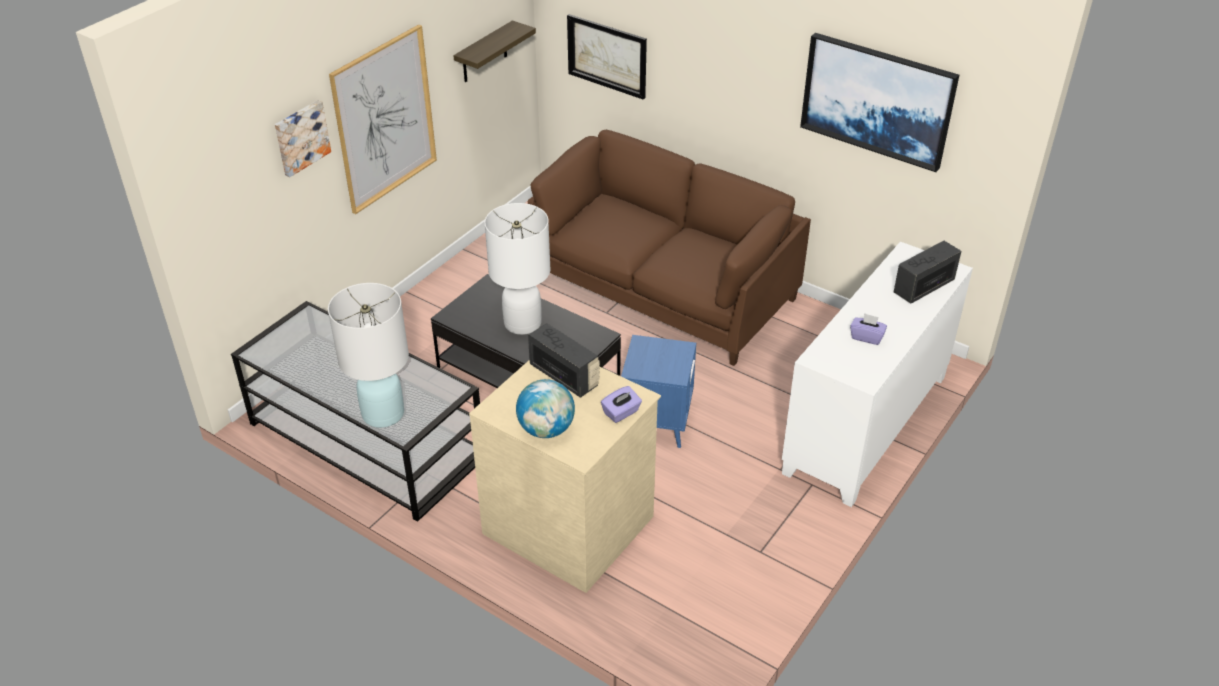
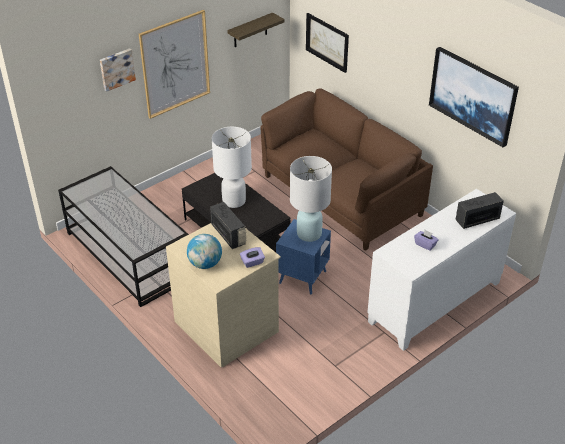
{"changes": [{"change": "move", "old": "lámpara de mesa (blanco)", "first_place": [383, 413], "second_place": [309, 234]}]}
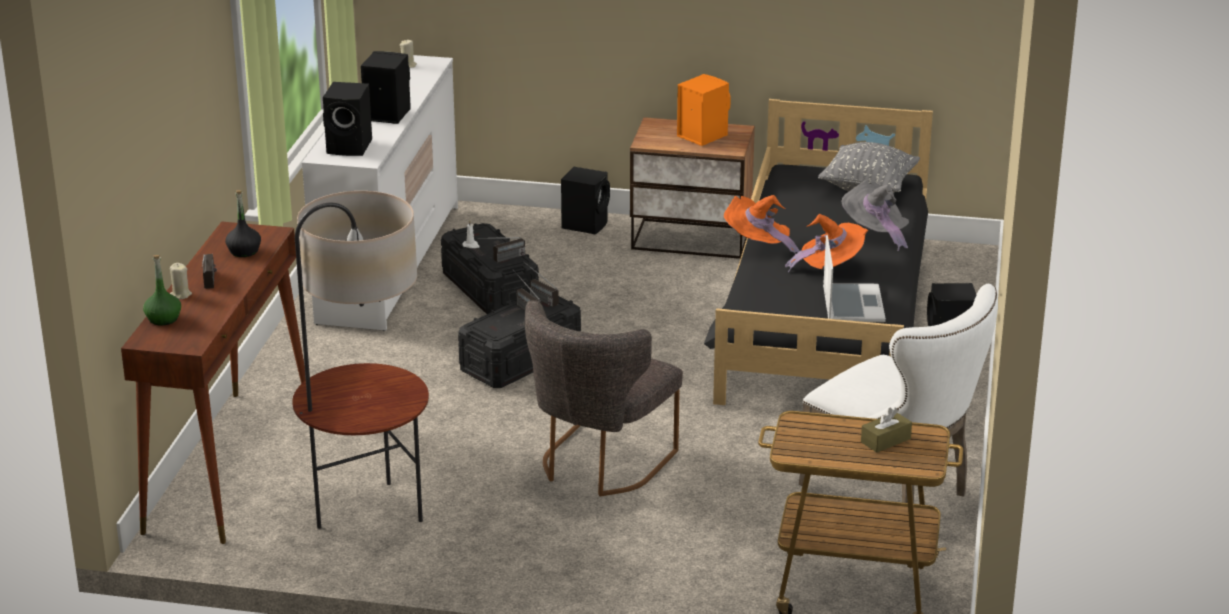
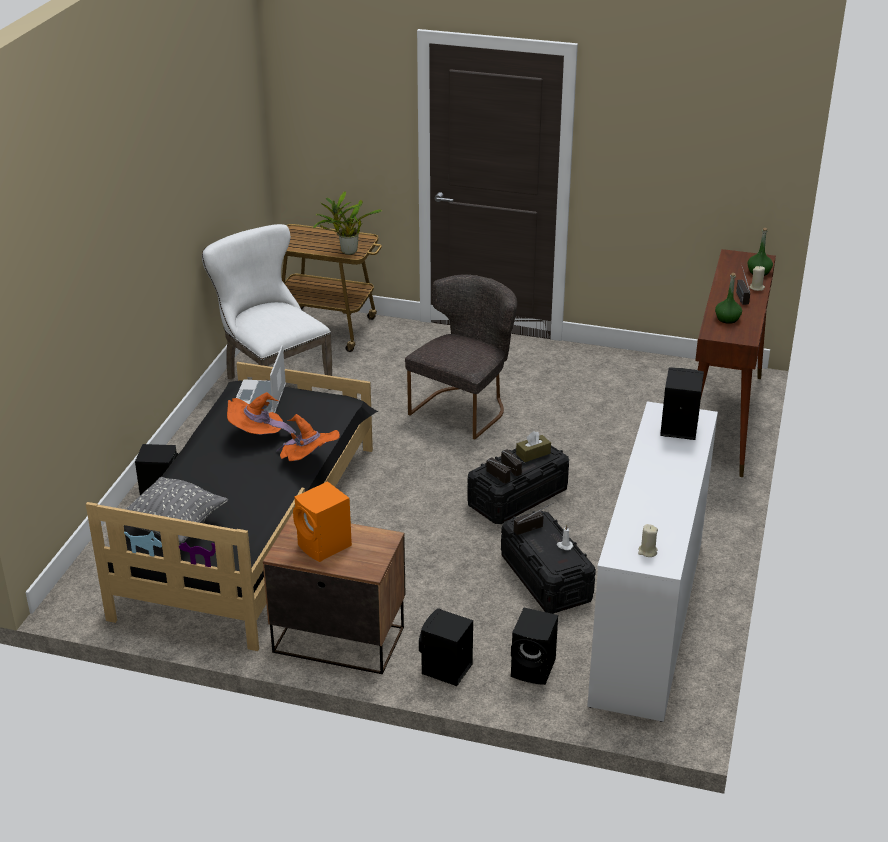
{"changes": [{"change": "insert", "new": "planta en maceta", "second_place": [346, 252]}, {"change": "move", "old": "altavoz (negro)", "first_place": [385, 114], "second_place": [534, 669]}, {"change": "move", "old": "caja de pañuelos (marrón)", "first_place": [885, 440], "second_place": [533, 454]}, {"change": "recolor", "old": "botella (negro)", "new": "botella (verde)", "first_place": [244, 251], "second_place": [727, 319]}, {"change": "delete", "old": "lámpara de pie", "first_place": [367, 513]}, {"change": "delete", "old": "sombrero (gris)", "first_place": [875, 233]}]}
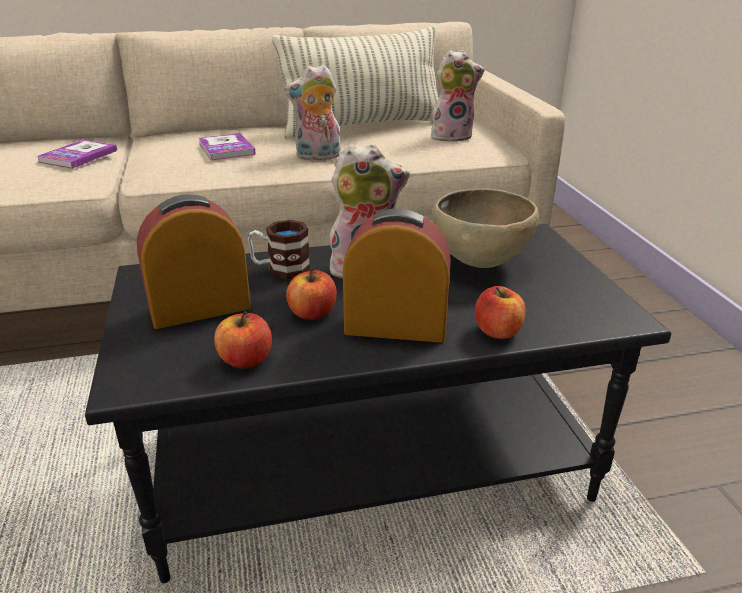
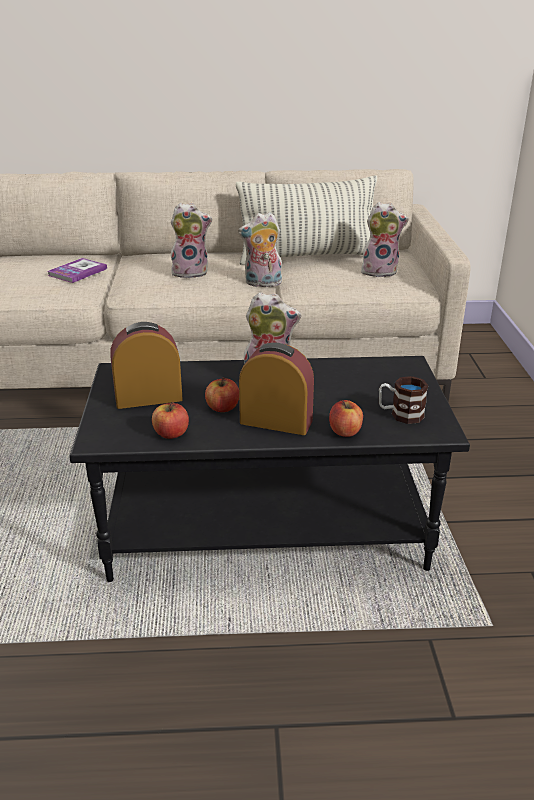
{"changes": [{"change": "replace", "old": "libro", "new": "peluche", "first_place": [226, 149], "second_place": [191, 272]}, {"change": "move", "old": "taza grande", "first_place": [280, 270], "second_place": [400, 414]}, {"change": "delete", "old": "cuenco (marrón)", "first_place": [481, 263]}]}
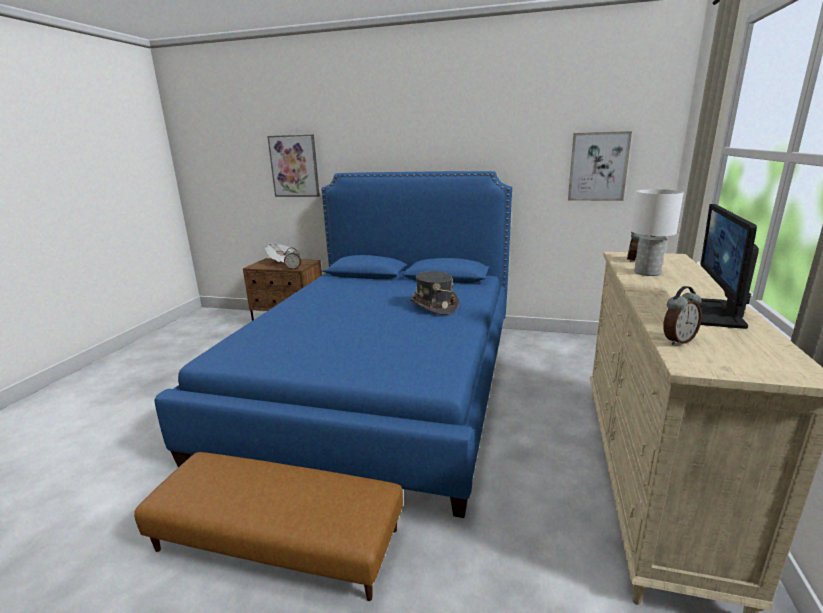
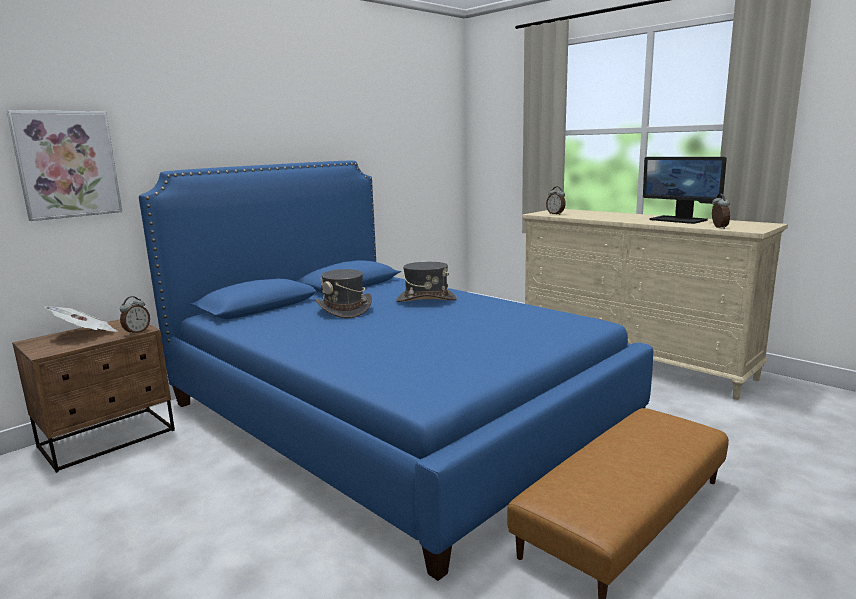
{"changes": [{"change": "insert", "new": "sombrero (gris)", "second_place": [345, 310]}, {"change": "delete", "old": "cuadro", "first_place": [598, 166]}, {"change": "delete", "old": "lámpara de mesa (blanco)", "first_place": [646, 272]}]}
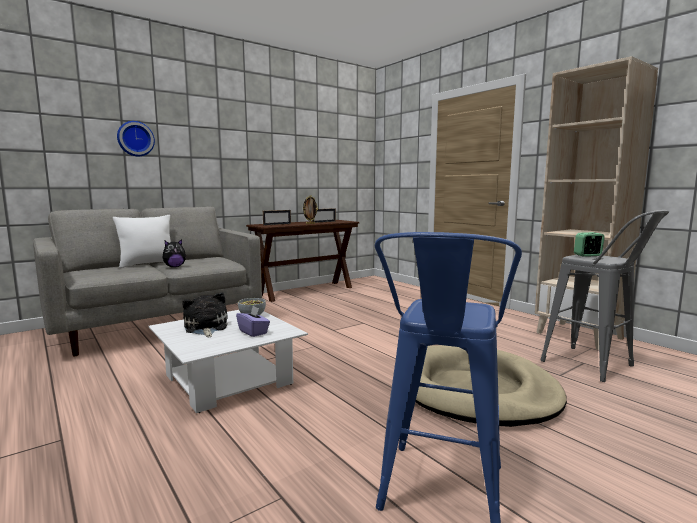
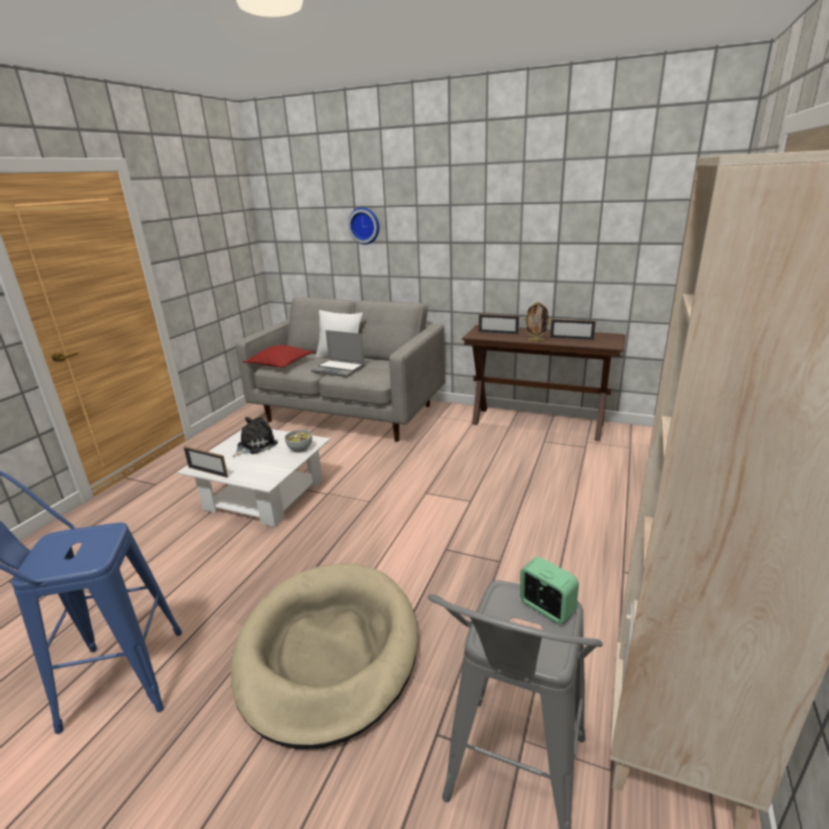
{"changes": [{"change": "insert", "new": "portarretratos", "second_place": [208, 472]}, {"change": "insert", "new": "cojín (rojo)", "second_place": [280, 364]}, {"change": "replace", "old": "peluche", "new": "portátil", "first_place": [174, 267], "second_place": [339, 369]}, {"change": "delete", "old": "caja de pañuelos (morado)", "first_place": [253, 332]}]}
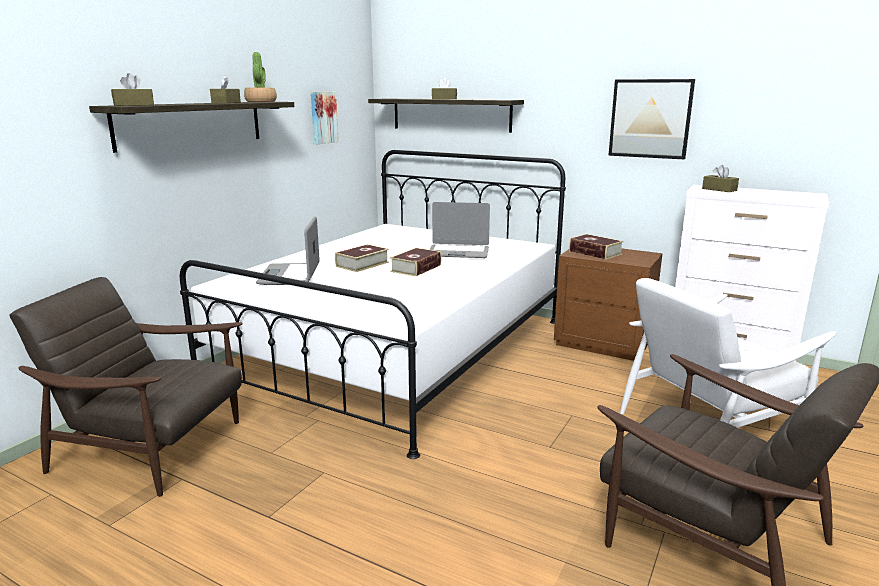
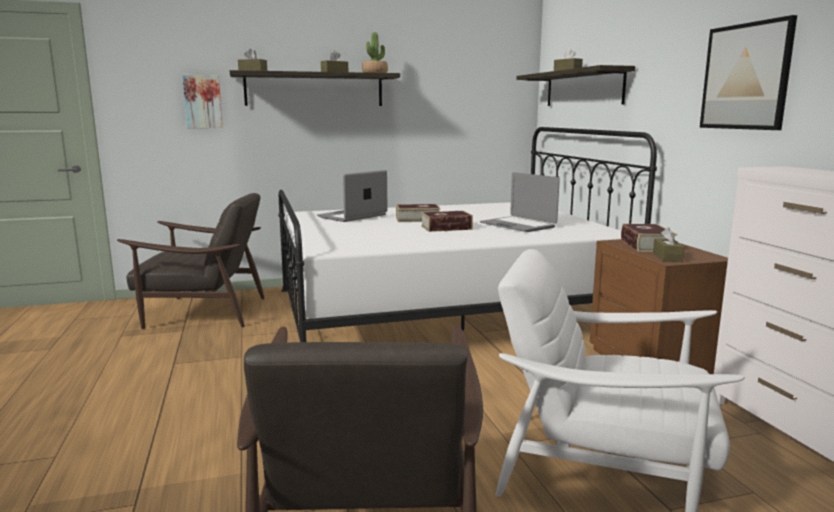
{"changes": [{"change": "rotate", "old": "sillón (marrón)", "first_place": [152, 448], "second_place": [203, 312], "degrees": 120}, {"change": "move", "old": "cuadro", "first_place": [323, 117], "second_place": [203, 101]}, {"change": "move", "old": "caja de pañuelos (marrón)", "first_place": [719, 189], "second_place": [667, 257]}]}
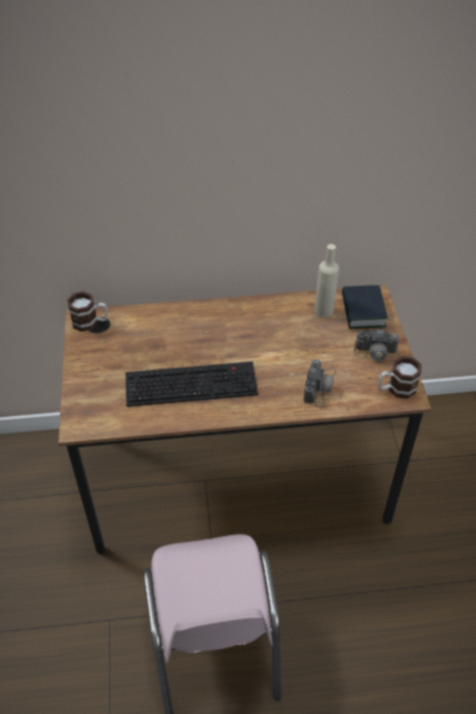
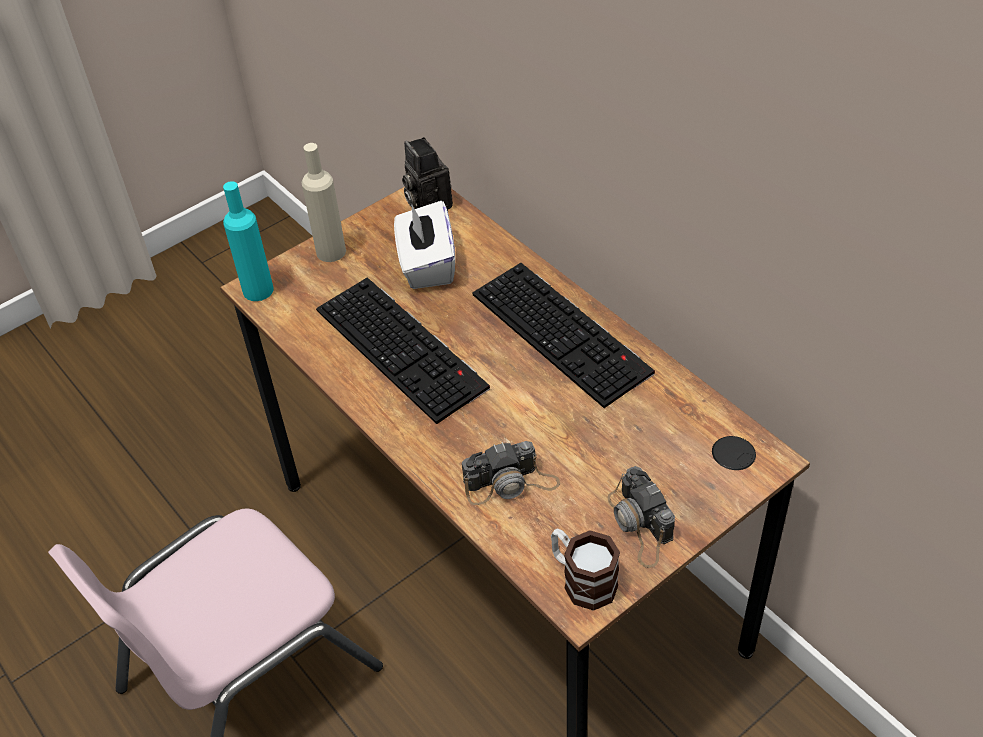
{"changes": [{"change": "insert", "new": "botella (turquesa)", "second_place": [258, 290]}, {"change": "move", "old": "botella (beis)", "first_place": [324, 310], "second_place": [331, 251]}, {"change": "insert", "new": "caja de pañuelos (blanco)", "second_place": [427, 265]}, {"change": "replace", "old": "taza grande", "new": "cámara", "first_place": [90, 322], "second_place": [427, 203]}, {"change": "insert", "new": "teclado", "second_place": [564, 333]}, {"change": "delete", "old": "libro", "first_place": [363, 311]}]}
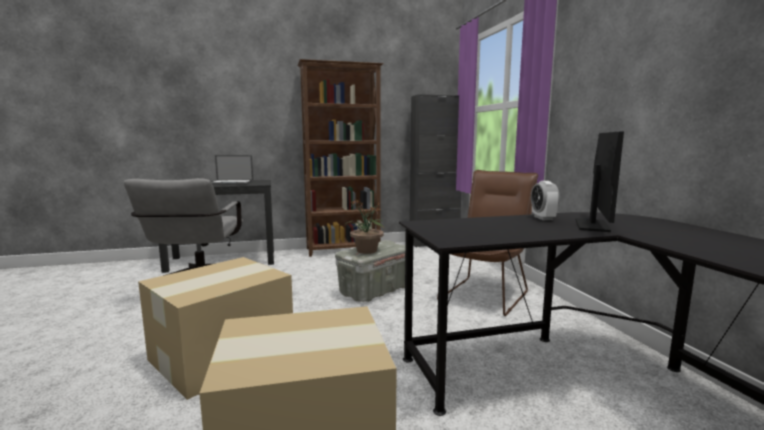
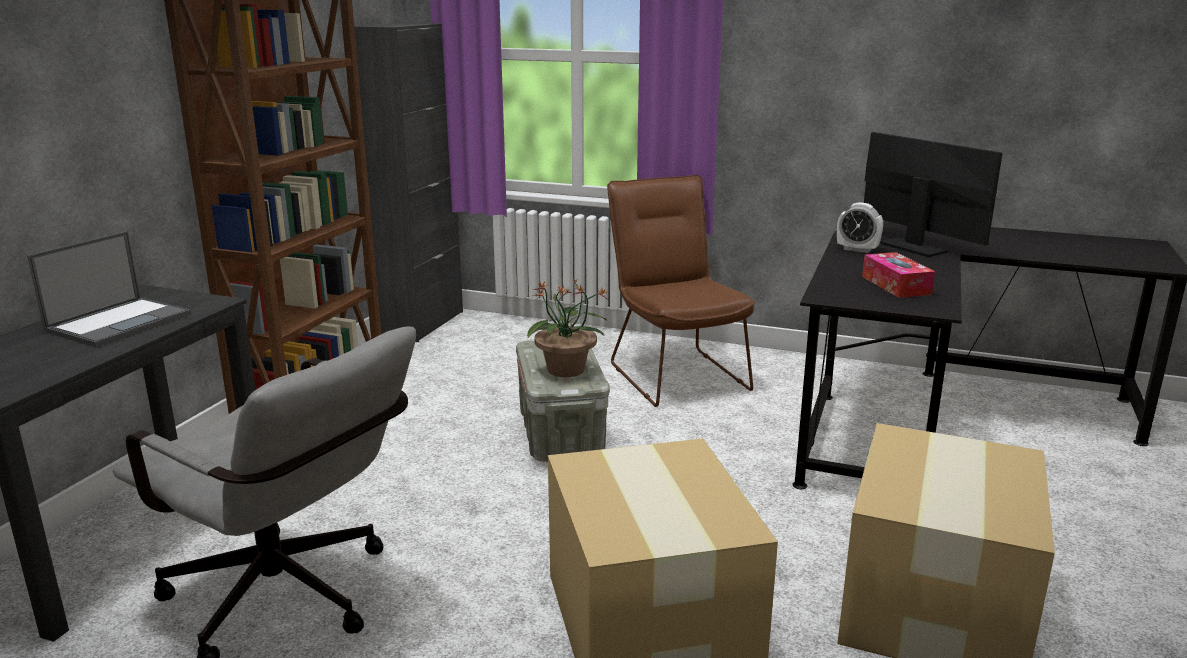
{"changes": [{"change": "insert", "new": "caja de pañuelos", "second_place": [895, 285]}]}
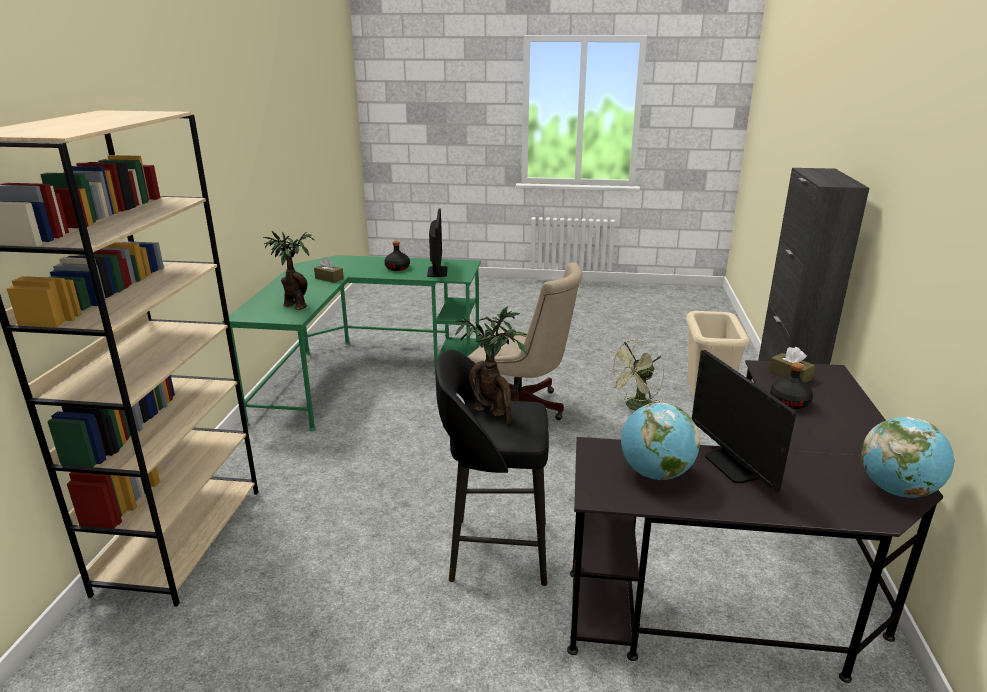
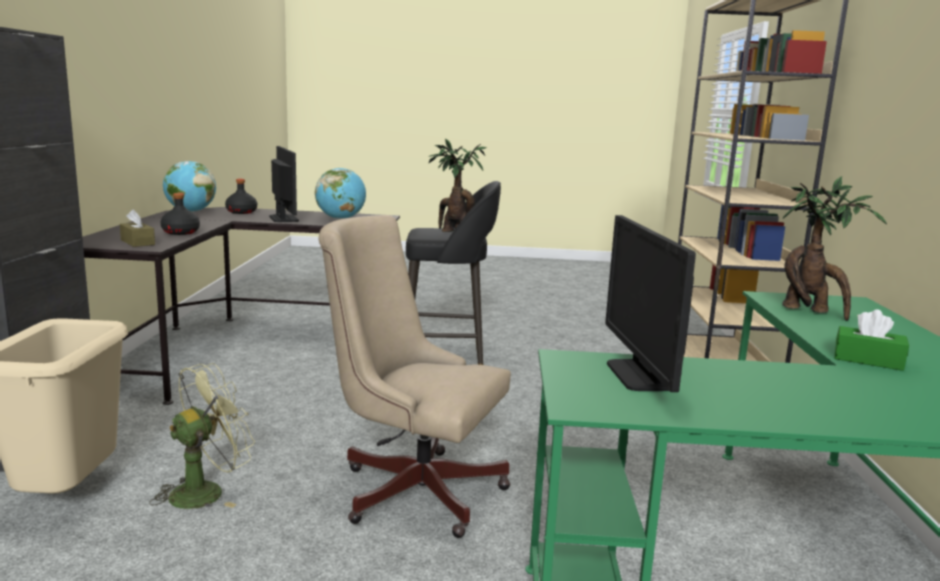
{"changes": [{"change": "move", "old": "botella (negro)", "first_place": [397, 268], "second_place": [241, 212]}, {"change": "recolor", "old": "caja de pañuelos (marrón)", "new": "caja de pañuelos (verde)", "first_place": [329, 278], "second_place": [868, 360]}]}
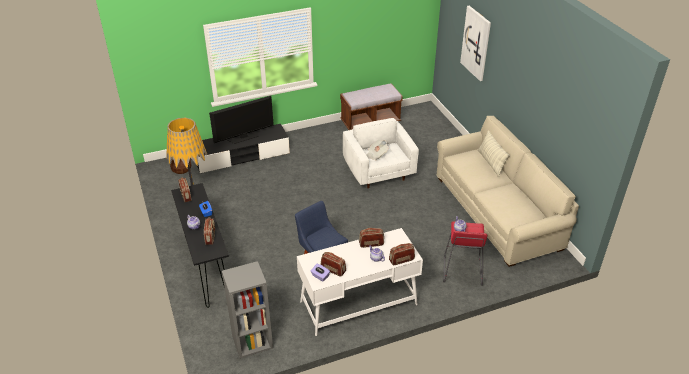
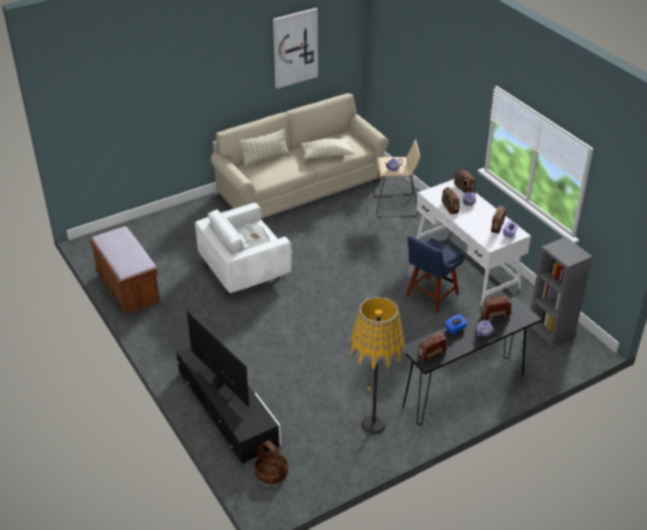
{"changes": [{"change": "move", "old": "cuadro", "first_place": [476, 43], "second_place": [295, 47]}, {"change": "insert", "new": "cojín", "second_place": [326, 155]}, {"change": "recolor", "old": "taburete (rojo)", "new": "taburete (beis)", "first_place": [462, 270], "second_place": [395, 206]}]}
